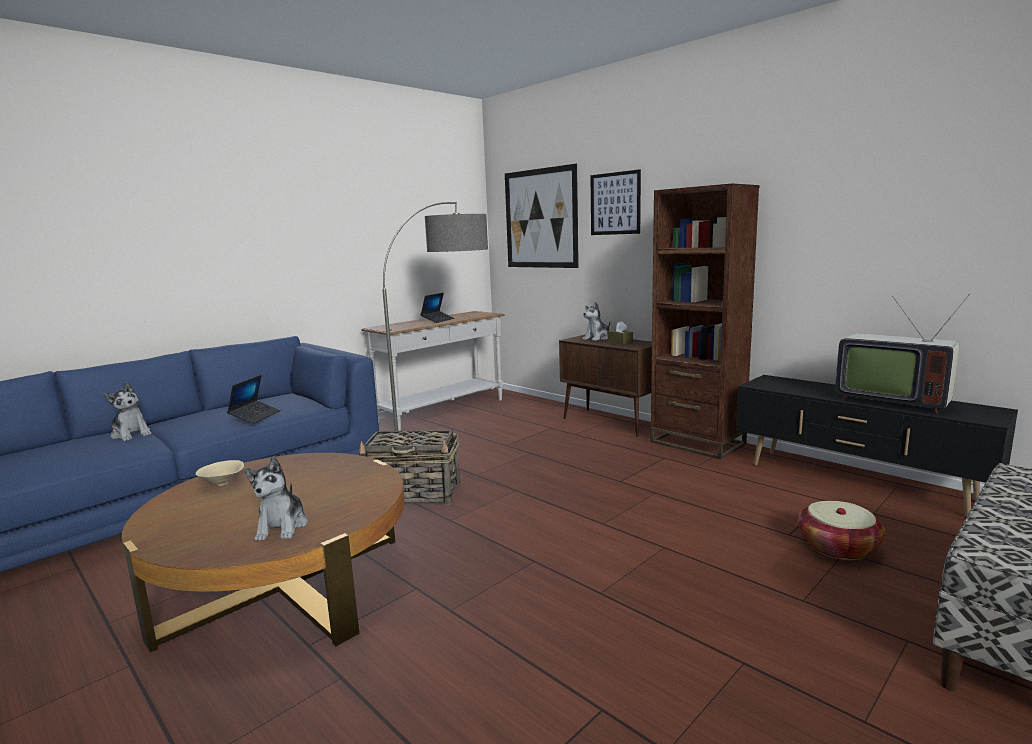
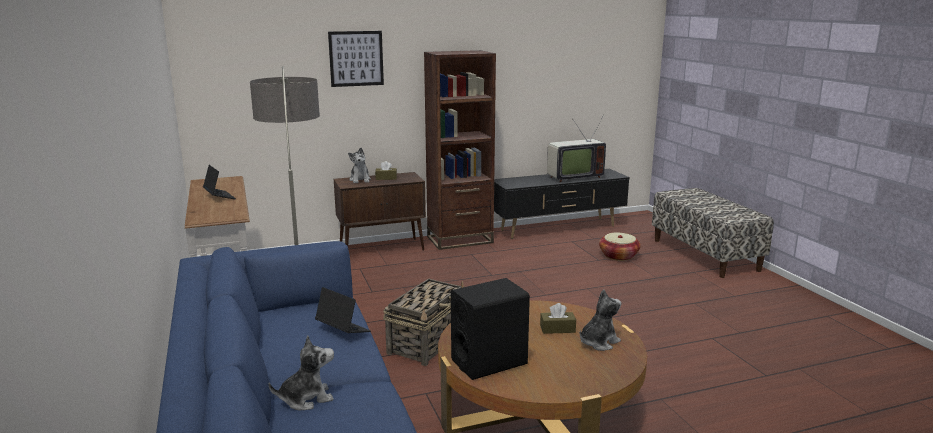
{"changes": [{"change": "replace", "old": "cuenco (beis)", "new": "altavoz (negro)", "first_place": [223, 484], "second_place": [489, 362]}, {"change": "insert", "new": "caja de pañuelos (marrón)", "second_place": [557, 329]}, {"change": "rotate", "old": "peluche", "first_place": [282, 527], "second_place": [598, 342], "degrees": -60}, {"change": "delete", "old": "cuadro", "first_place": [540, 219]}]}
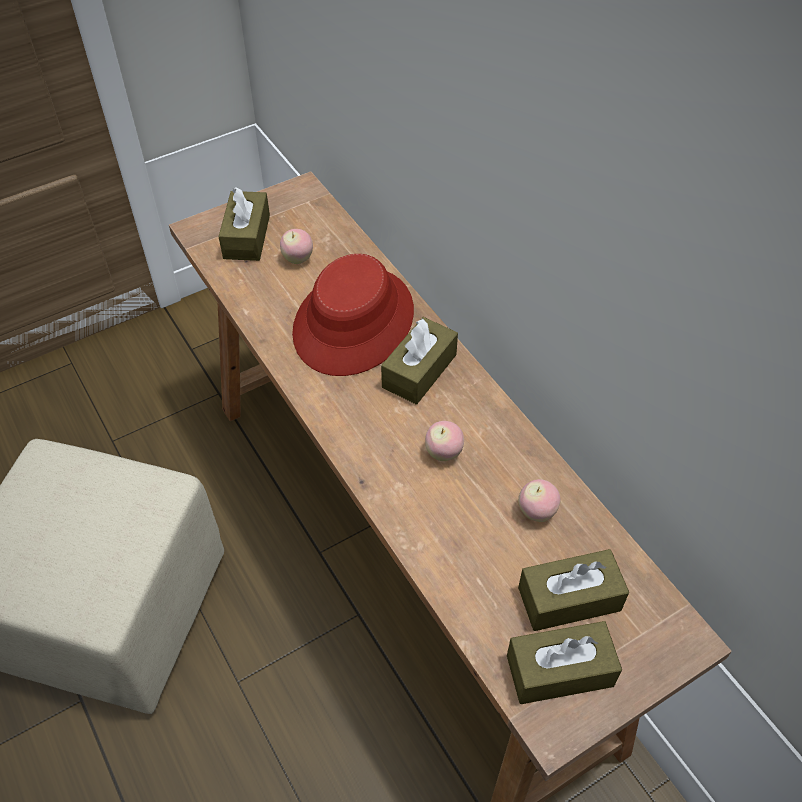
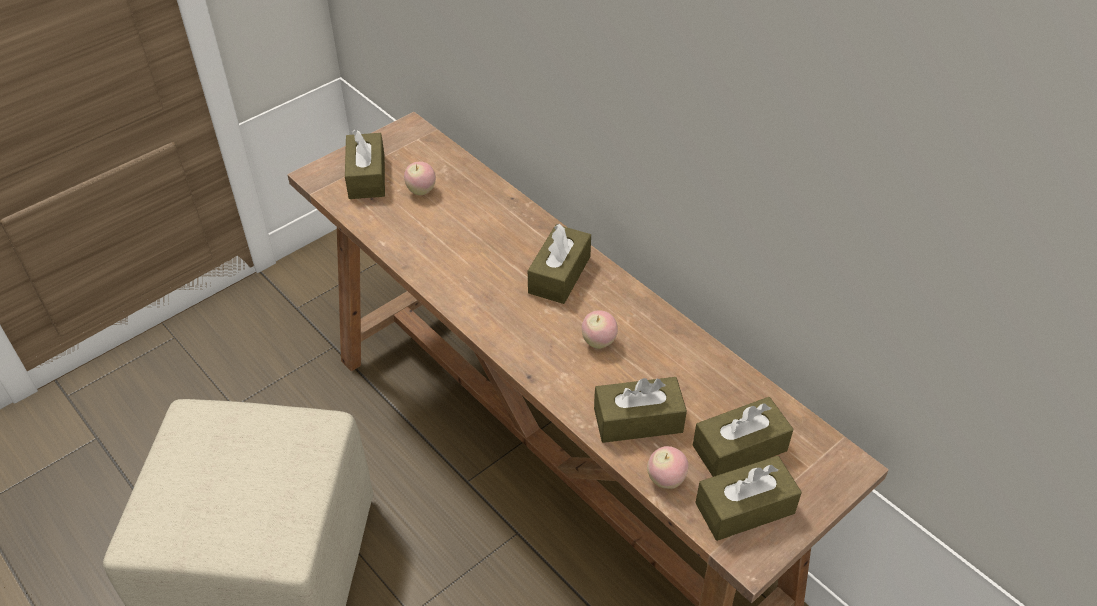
{"changes": [{"change": "insert", "new": "caja de pañuelos (marrón)", "second_place": [638, 420]}, {"change": "move", "old": "manzana", "first_place": [536, 512], "second_place": [666, 480]}, {"change": "delete", "old": "sombrero (rojo)", "first_place": [354, 322]}]}
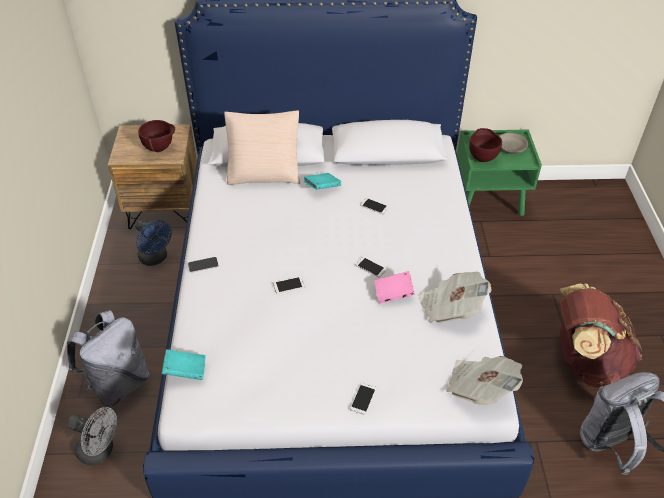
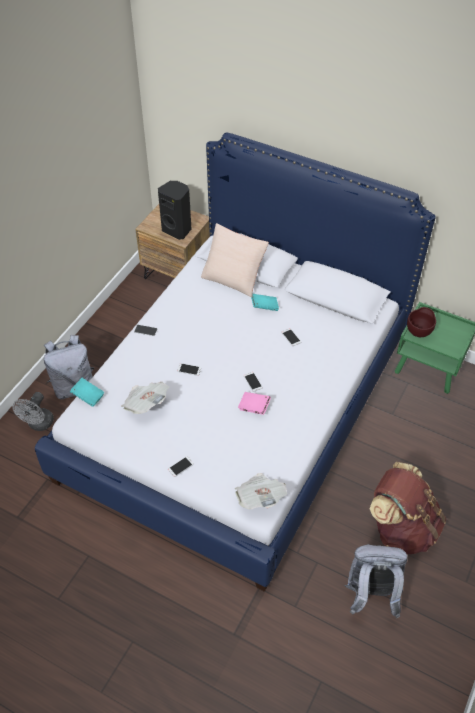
{"changes": [{"change": "rotate", "old": "ventilador (gris)", "first_place": [101, 451], "second_place": [39, 424], "degrees": 60}, {"change": "move", "old": "periódico", "first_place": [450, 308], "second_place": [146, 404]}, {"change": "replace", "old": "cuenco (marrón)", "new": "altavoz (negro)", "first_place": [160, 149], "second_place": [177, 230]}, {"change": "delete", "old": "ventilador (azul)", "first_place": [156, 258]}, {"change": "delete", "old": "cuenco (gris)", "first_place": [510, 148]}]}
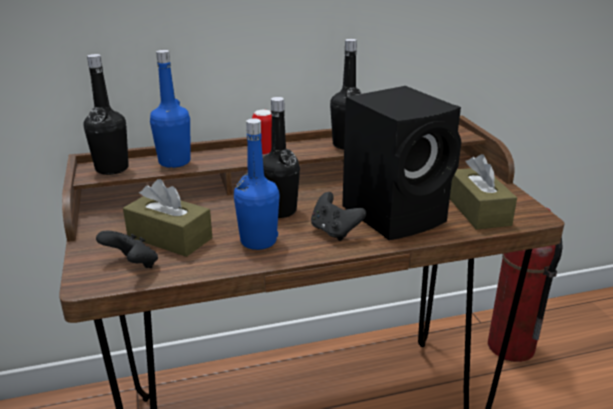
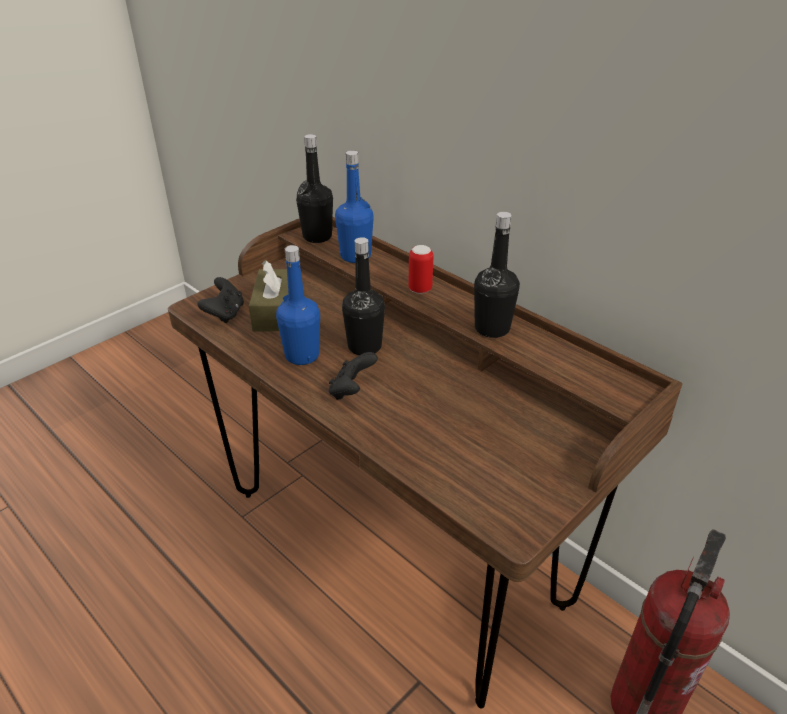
{"changes": [{"change": "delete", "old": "altavoz (negro)", "first_place": [397, 214]}, {"change": "delete", "old": "caja de pañuelos (marrón)", "first_place": [478, 210]}]}
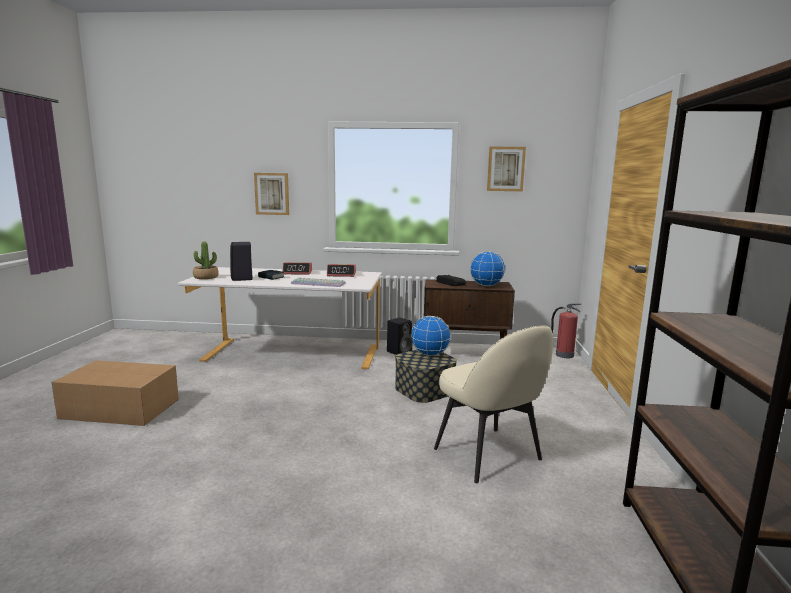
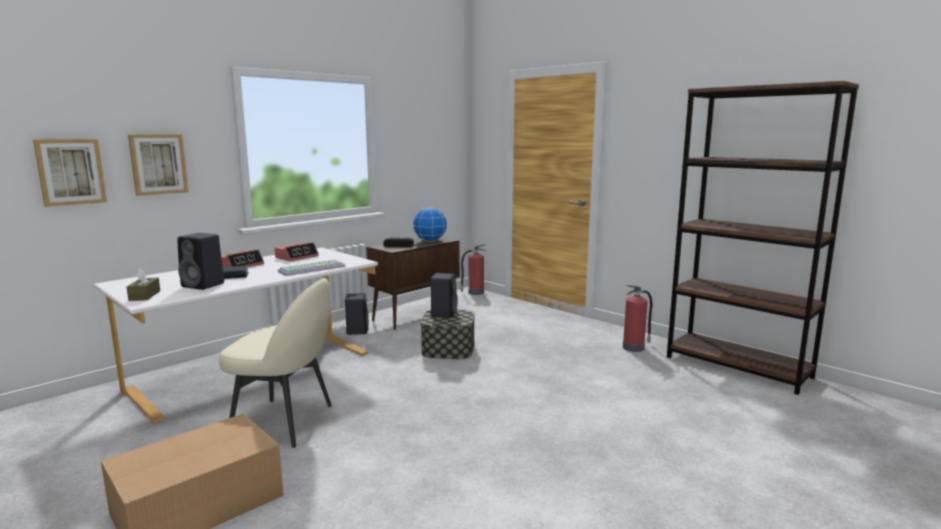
{"changes": [{"change": "move", "old": "cuadro", "first_place": [505, 169], "second_place": [71, 172]}, {"change": "replace", "old": "planta en maceta", "new": "caja de pañuelos (marrón)", "first_place": [206, 277], "second_place": [144, 295]}, {"change": "move", "old": "silla (beis)", "first_place": [489, 455], "second_place": [285, 422]}, {"change": "replace", "old": "globo terráqueo", "new": "altavoz (negro)", "first_place": [430, 354], "second_place": [444, 313]}, {"change": "insert", "new": "extintor", "second_place": [634, 347]}]}
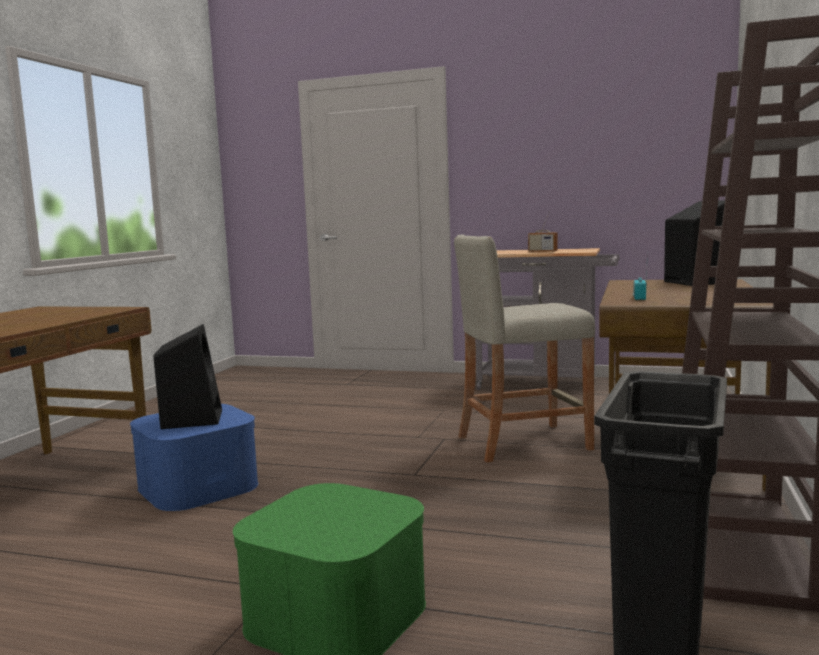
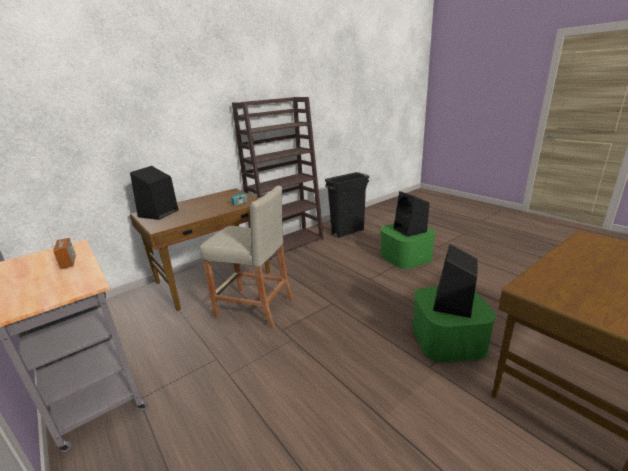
{"changes": [{"change": "insert", "new": "altavoz (negro)", "second_place": [410, 230]}, {"change": "recolor", "old": "caja de almacenaje (azul)", "new": "caja de almacenaje (verde)", "first_place": [198, 485], "second_place": [448, 338]}]}
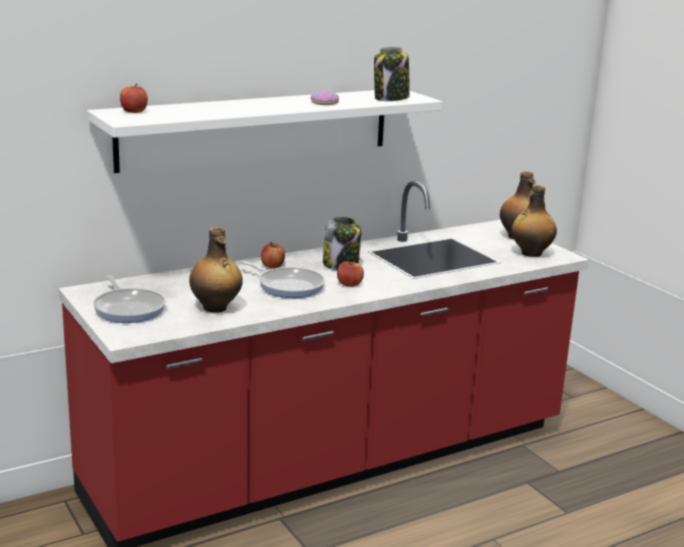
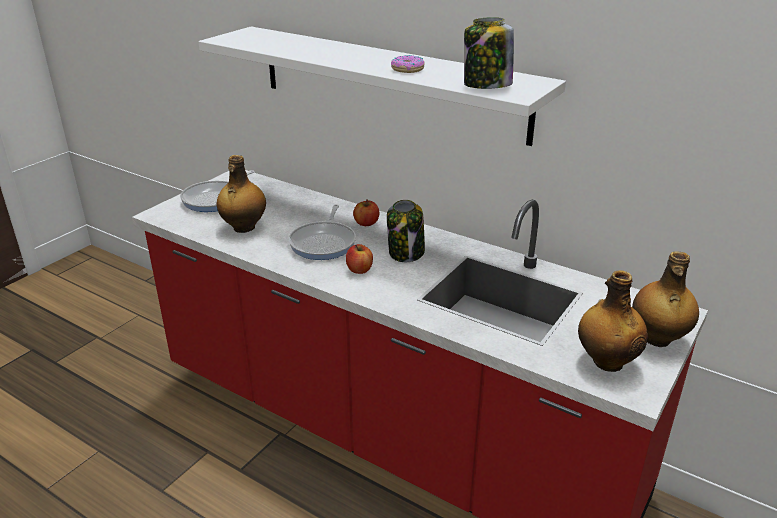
{"changes": [{"change": "delete", "old": "manzana", "first_place": [134, 111]}]}
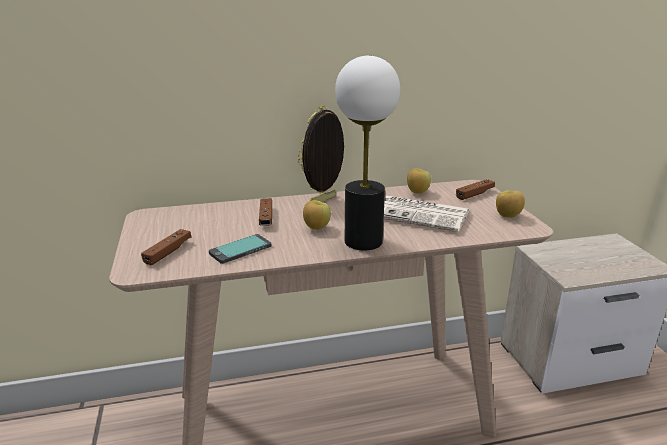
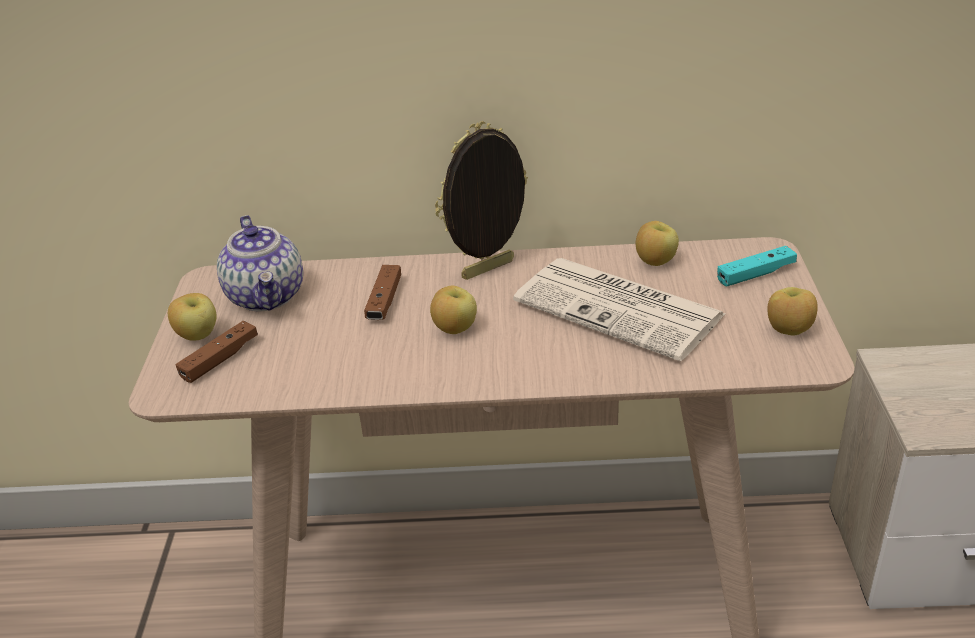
{"changes": [{"change": "insert", "new": "manzana", "second_place": [198, 336]}, {"change": "insert", "new": "tetera", "second_place": [267, 296]}, {"change": "recolor", "old": "mando de consola (marrón)", "new": "mando de consola (turquesa)", "first_place": [474, 194], "second_place": [755, 274]}, {"change": "delete", "old": "móvil", "first_place": [240, 250]}, {"change": "delete", "old": "lámpara de mesa", "first_place": [364, 241]}]}
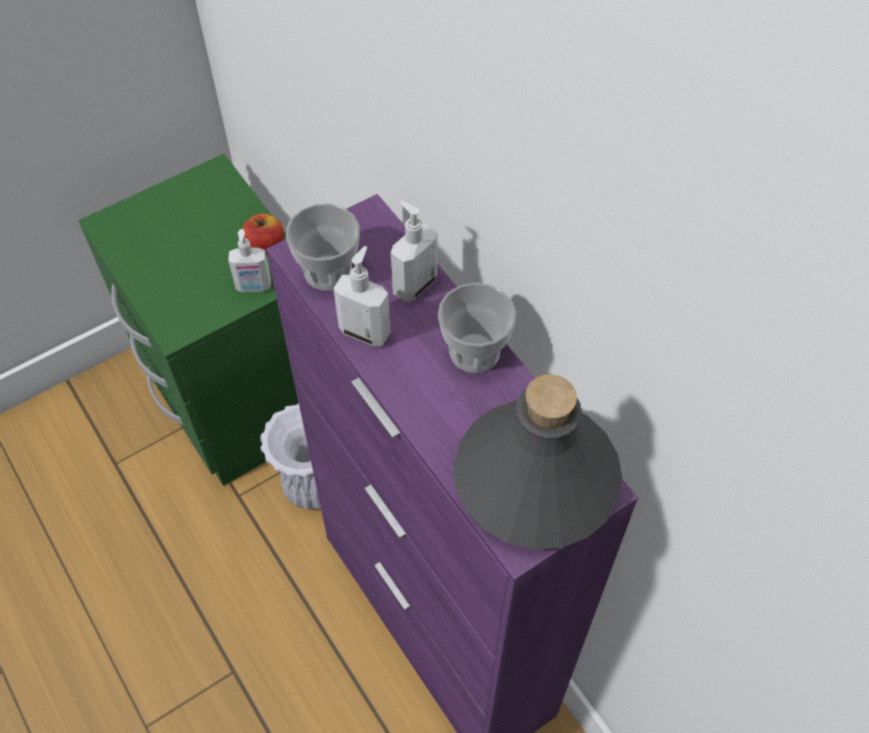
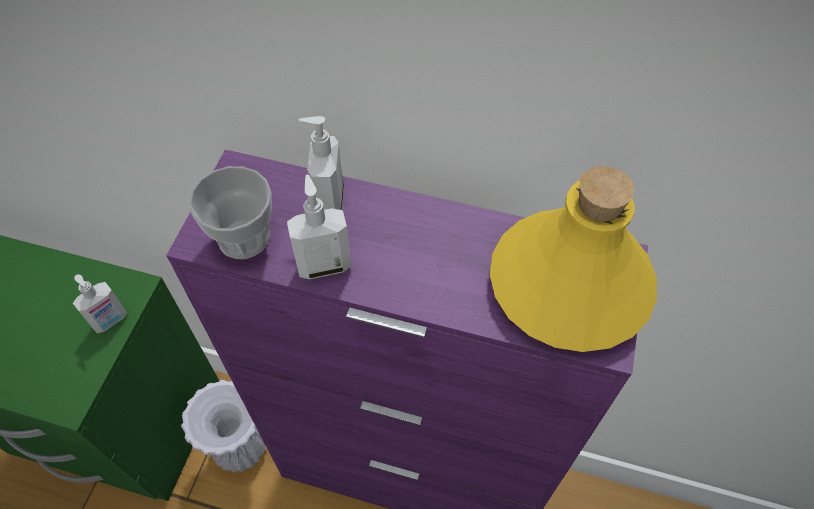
{"changes": [{"change": "recolor", "old": "botella (gris)", "new": "botella (amarillo)", "first_place": [537, 480], "second_place": [570, 285]}, {"change": "delete", "old": "manzana", "first_place": [265, 245]}, {"change": "delete", "old": "taza", "first_place": [474, 352]}]}
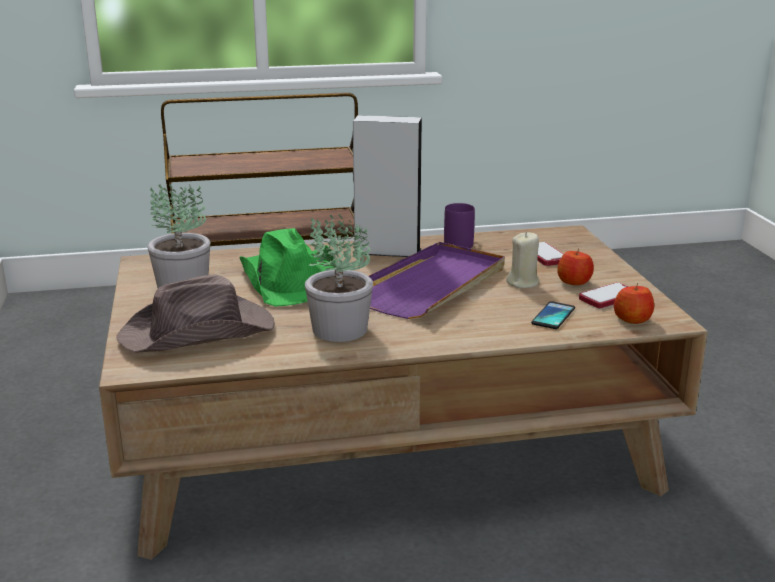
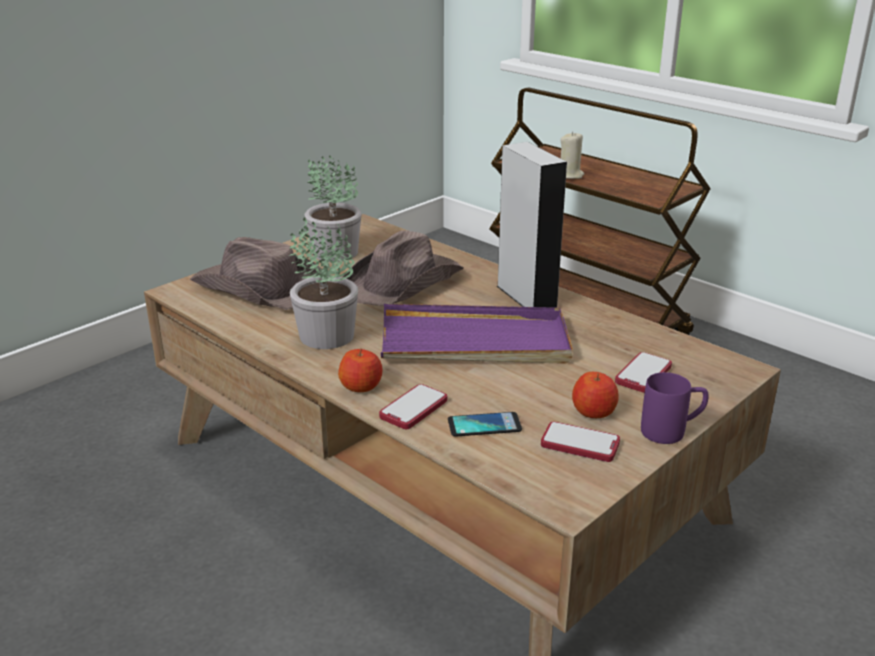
{"changes": [{"change": "move", "old": "manzana", "first_place": [632, 319], "second_place": [361, 386]}, {"change": "recolor", "old": "sombrero (verde)", "new": "sombrero (marrón)", "first_place": [291, 279], "second_place": [403, 283]}, {"change": "insert", "new": "móvil", "second_place": [413, 408]}, {"change": "move", "old": "vela (beis)", "first_place": [523, 283], "second_place": [570, 175]}, {"change": "move", "old": "taza grande (morado)", "first_place": [461, 242], "second_place": [672, 431]}]}
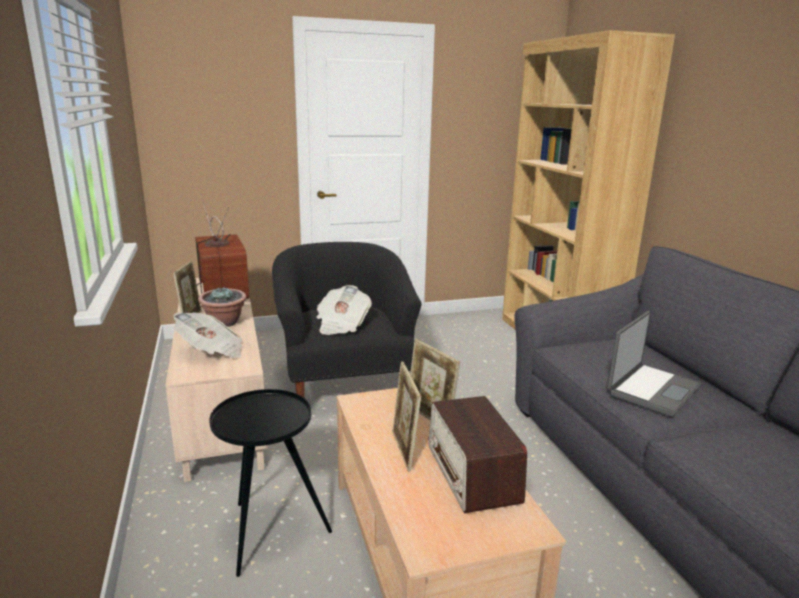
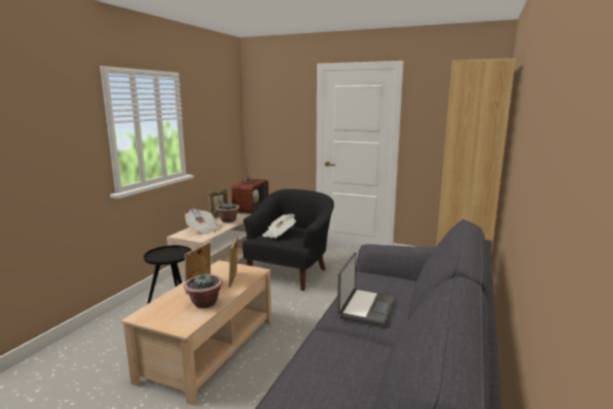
{"changes": [{"change": "replace", "old": "radio", "new": "planta en maceta", "first_place": [472, 474], "second_place": [204, 303]}, {"change": "rotate", "old": "portátil", "first_place": [652, 390], "second_place": [365, 307], "degrees": -60}]}
